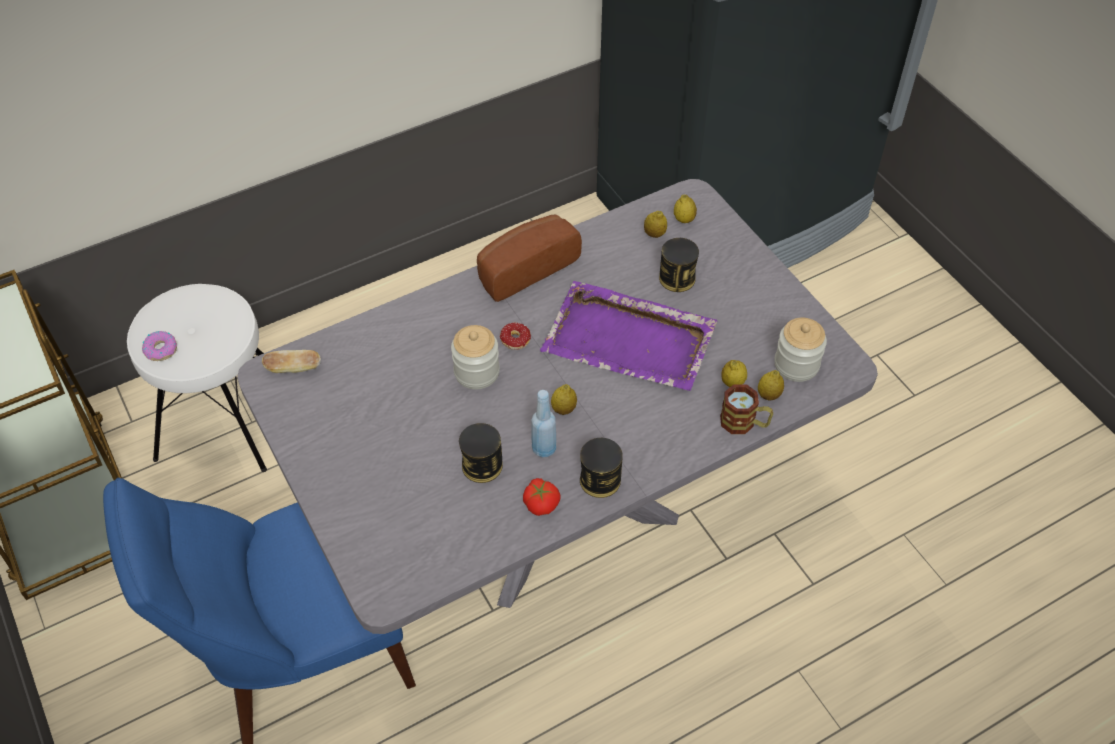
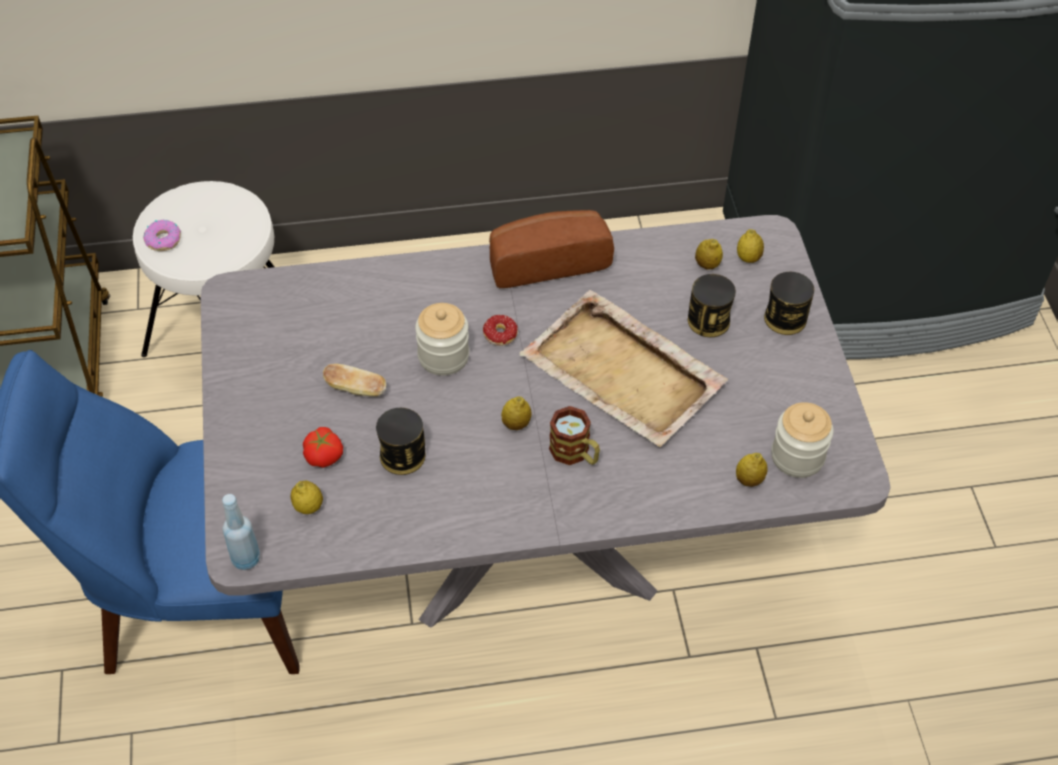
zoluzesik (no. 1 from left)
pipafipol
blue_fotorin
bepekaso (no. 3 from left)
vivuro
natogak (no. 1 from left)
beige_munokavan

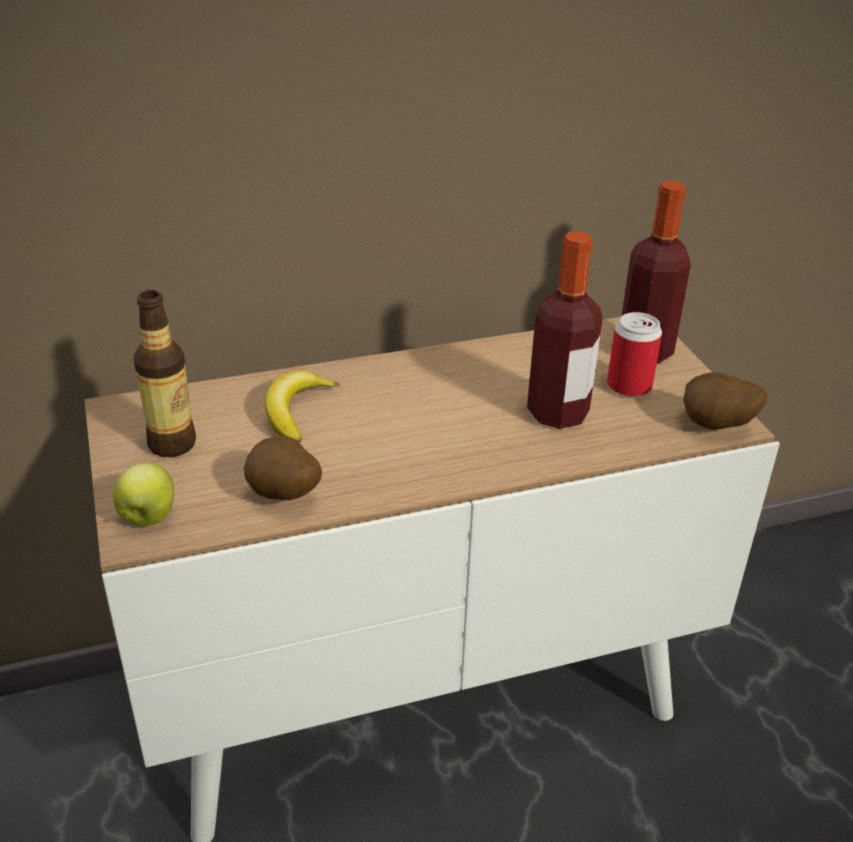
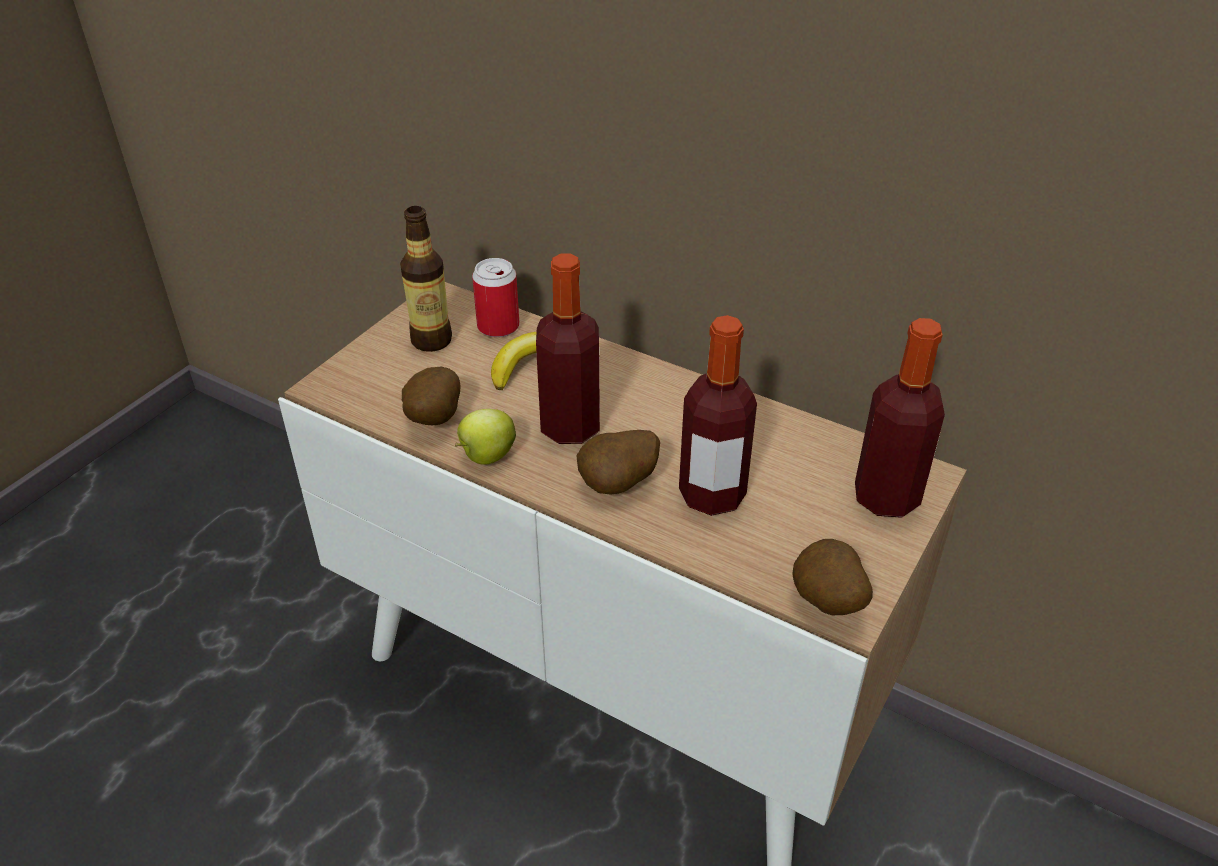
fotorin (no. 2 from left)
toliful (no. 2 from left)
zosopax
bepekaso

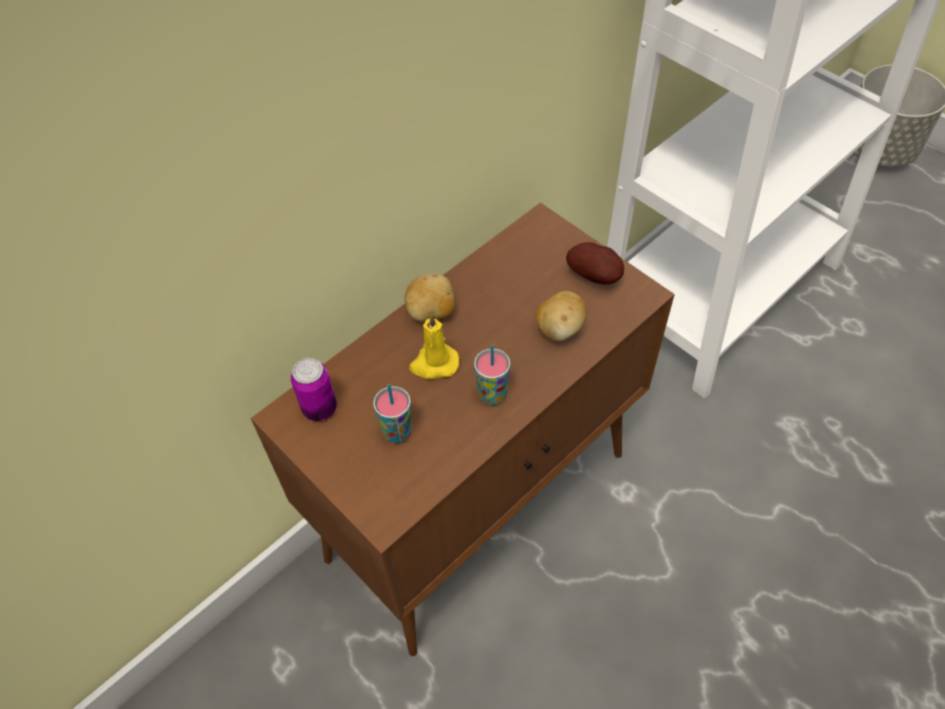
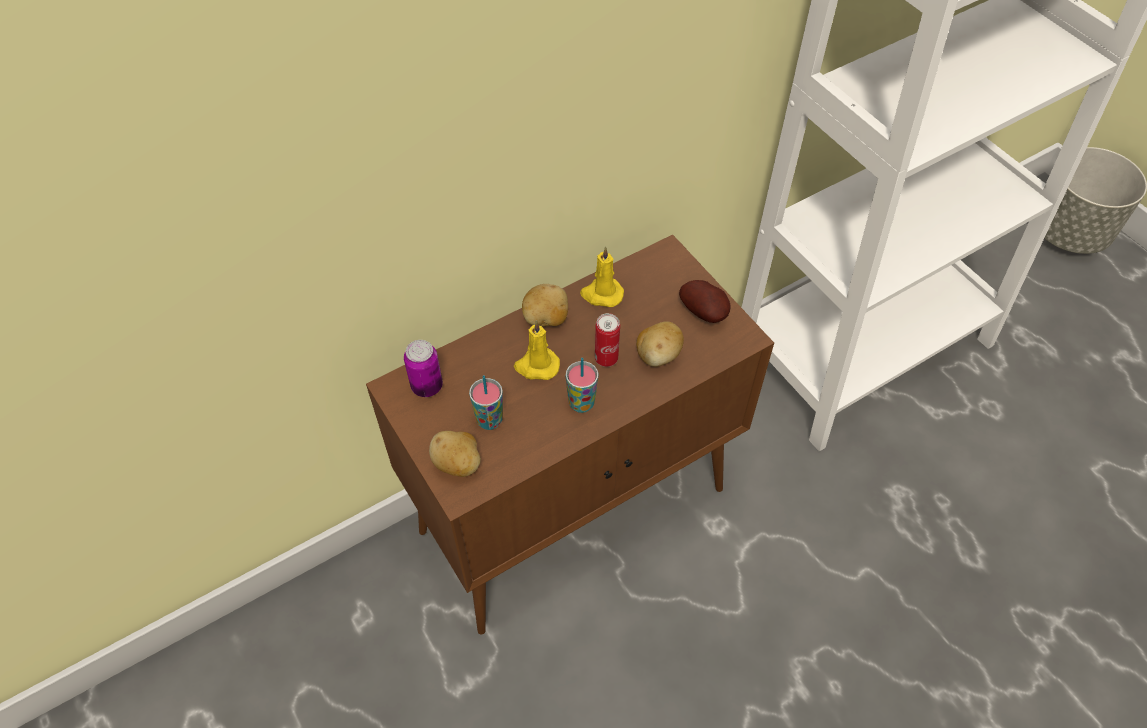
toliful (no. 1 from left)
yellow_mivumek (no. 2 from left)
bepekaso (no. 2 from left)

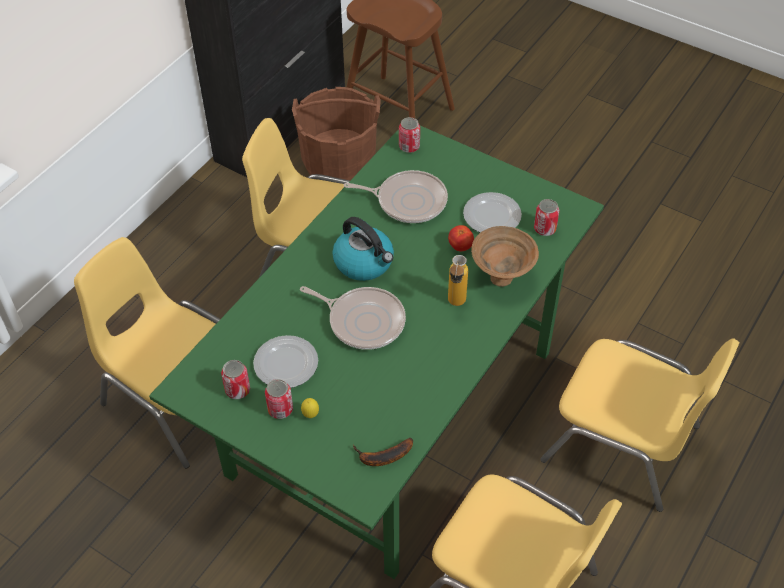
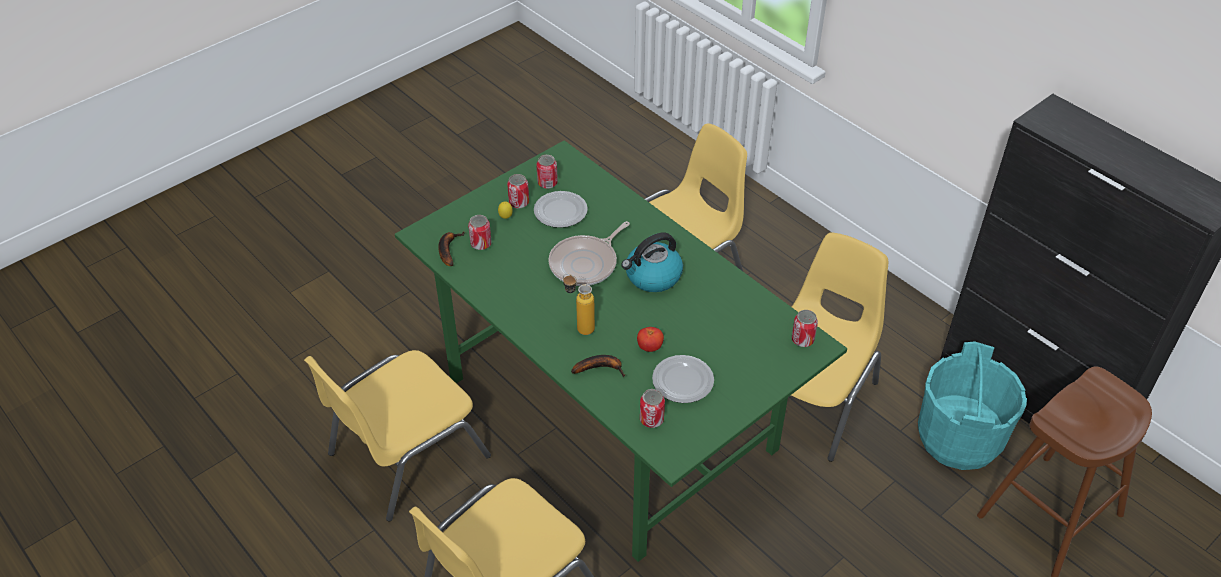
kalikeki (no. 2 from left in the first image)
bepekaso (no. 1 from left)
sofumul (no. 2 from left)
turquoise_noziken

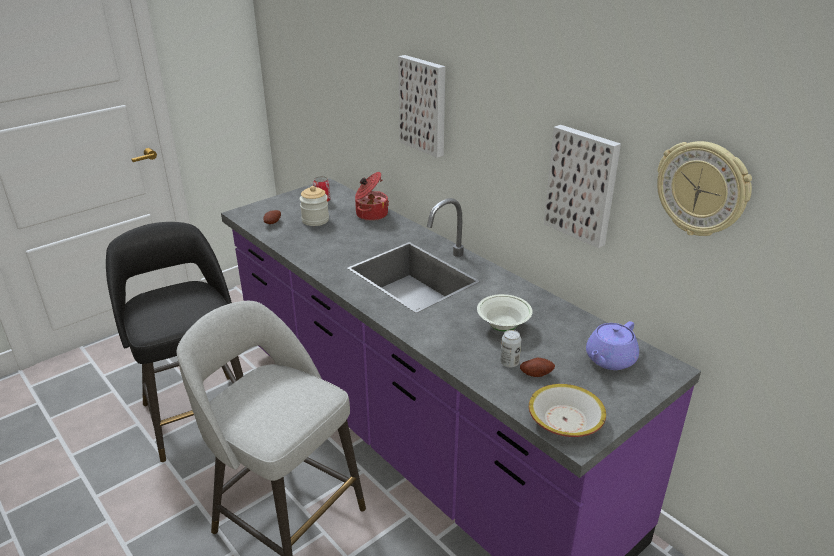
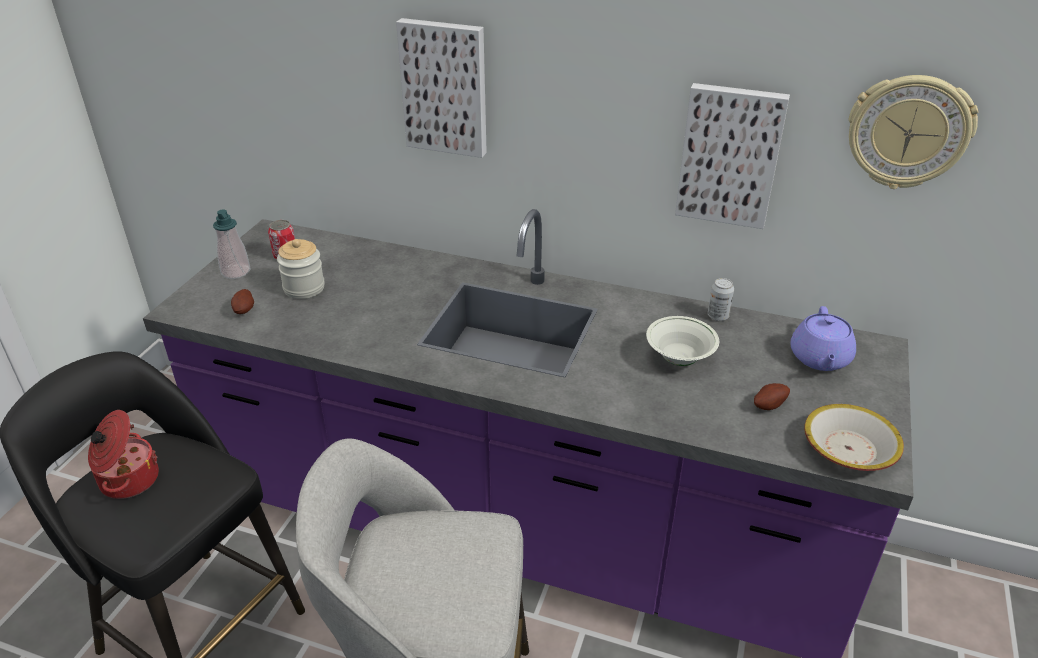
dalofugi
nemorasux
bepekaso (no. 2 from left)

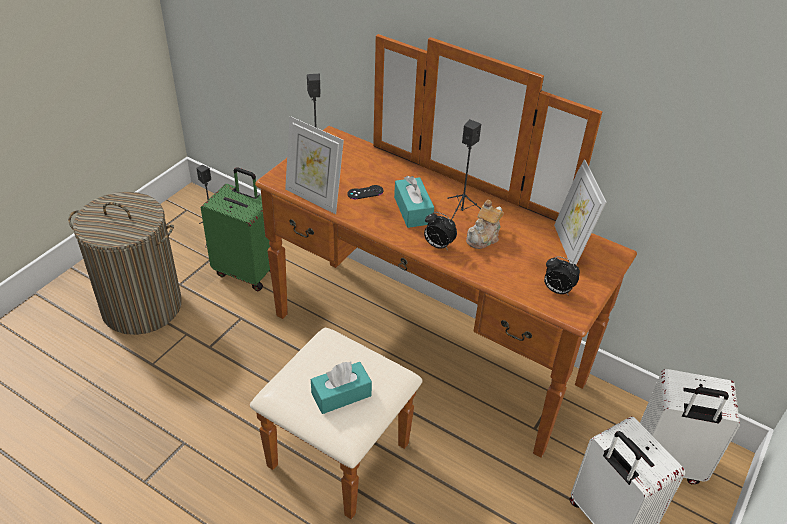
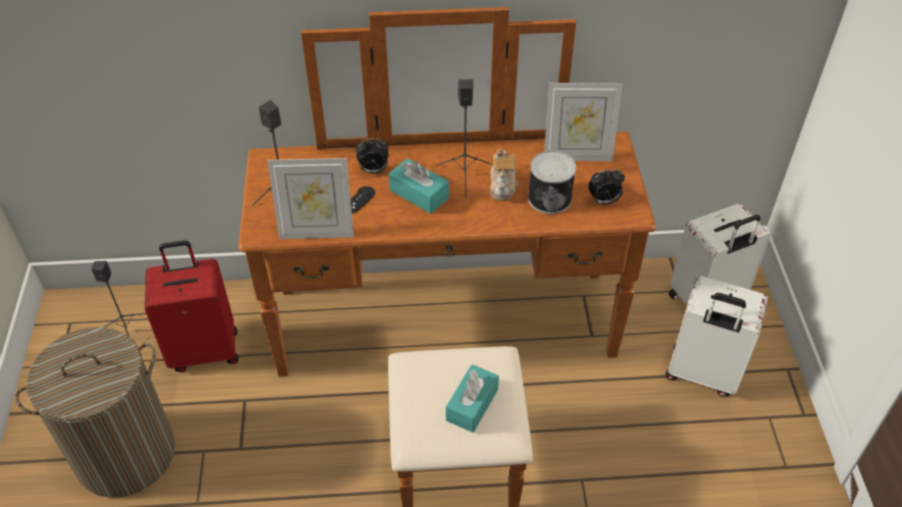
bepekaso
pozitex (no. 1 from left)
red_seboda
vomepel (no. 2 from left)

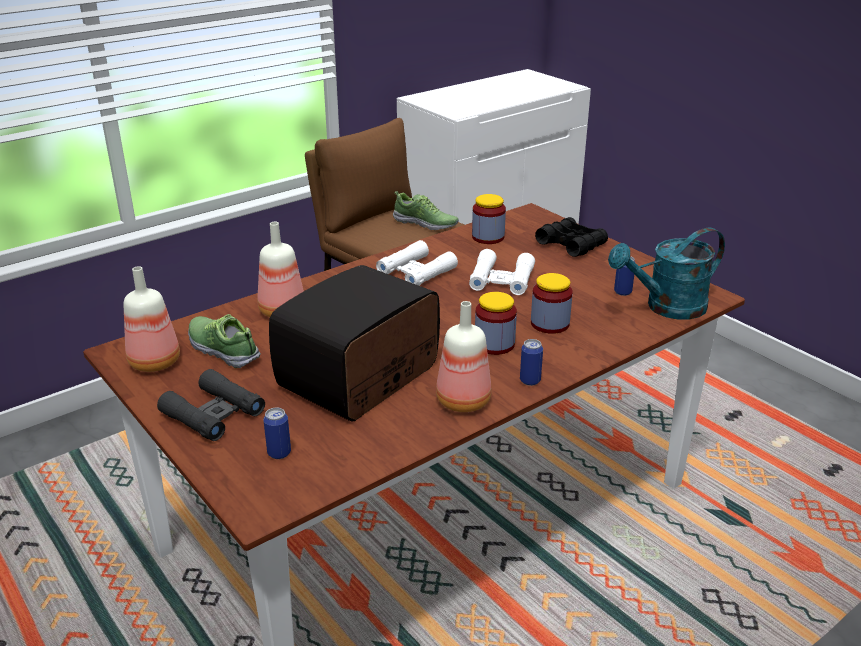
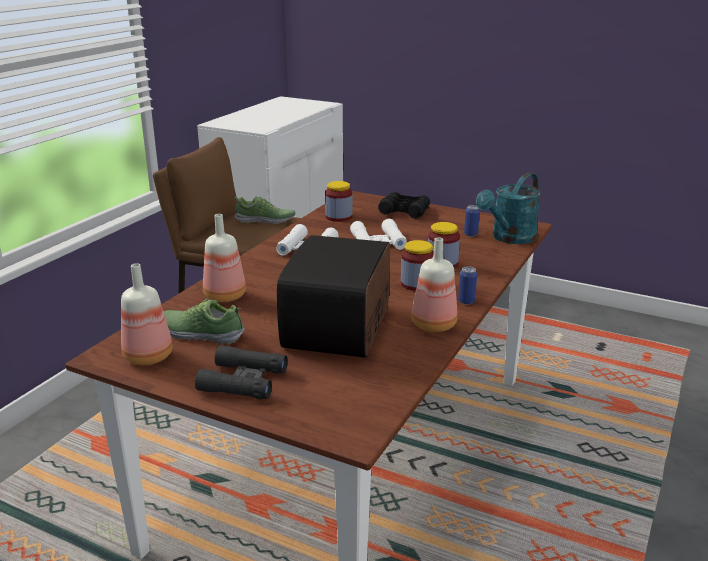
bepekaso (no. 1 from left in the first image)

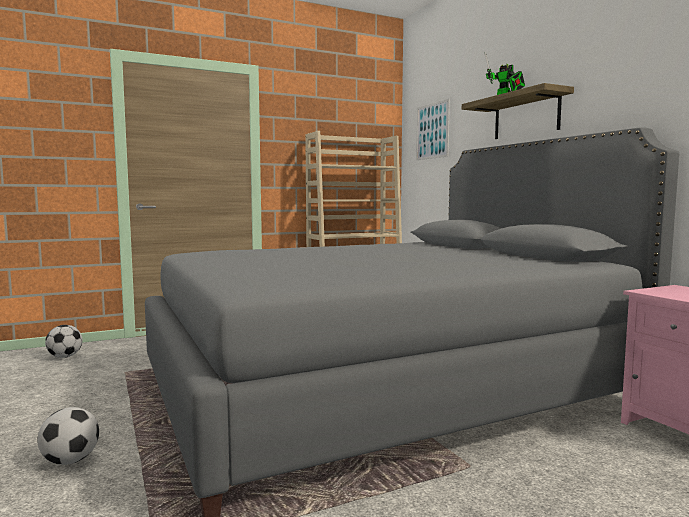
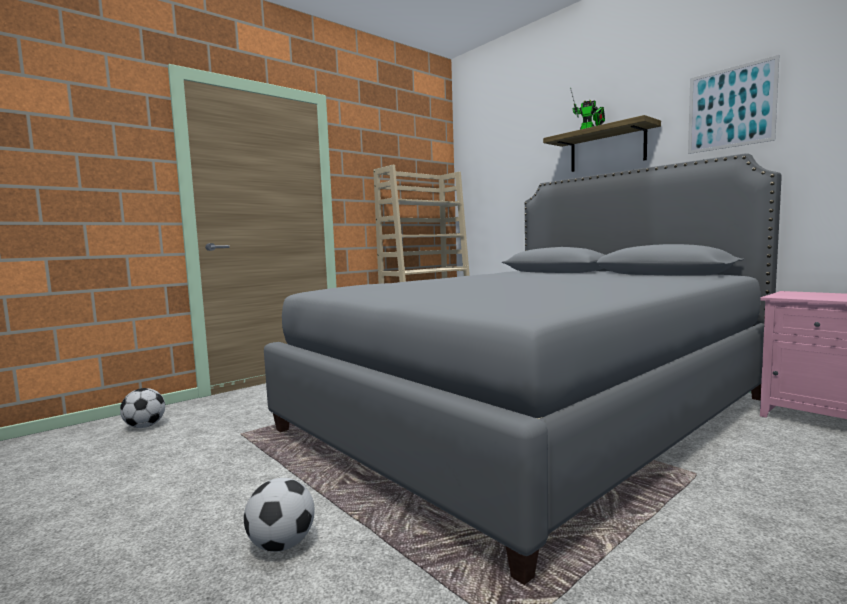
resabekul

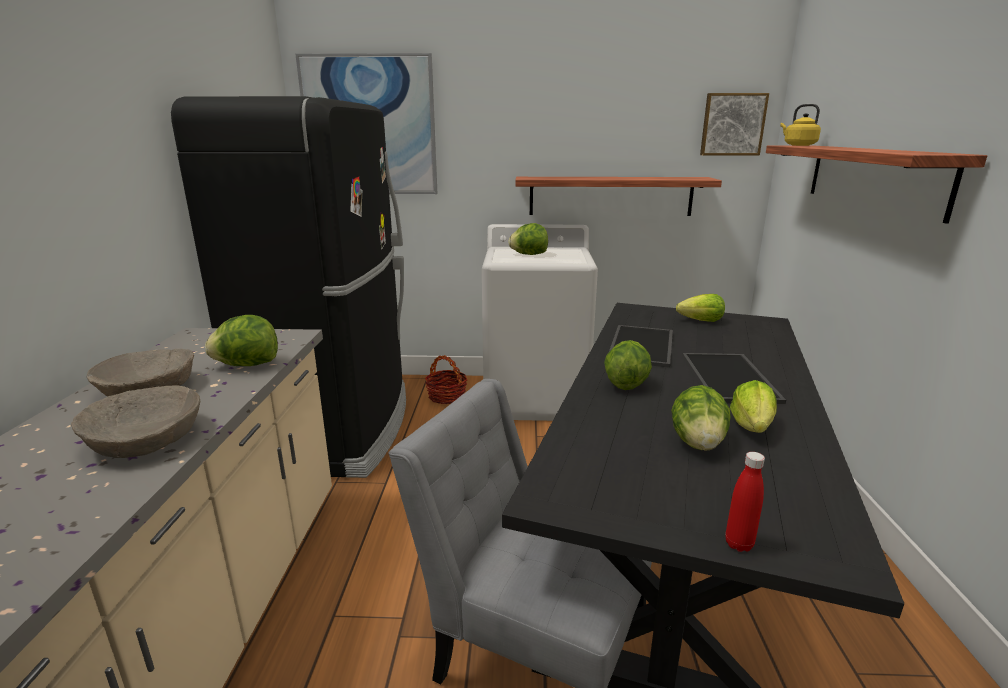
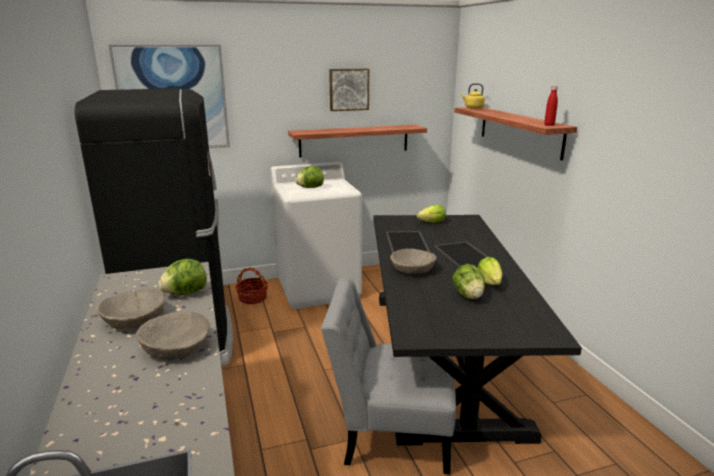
resabekul (no. 2 from left)
red_fotorin
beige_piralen (no. 3 from left)

